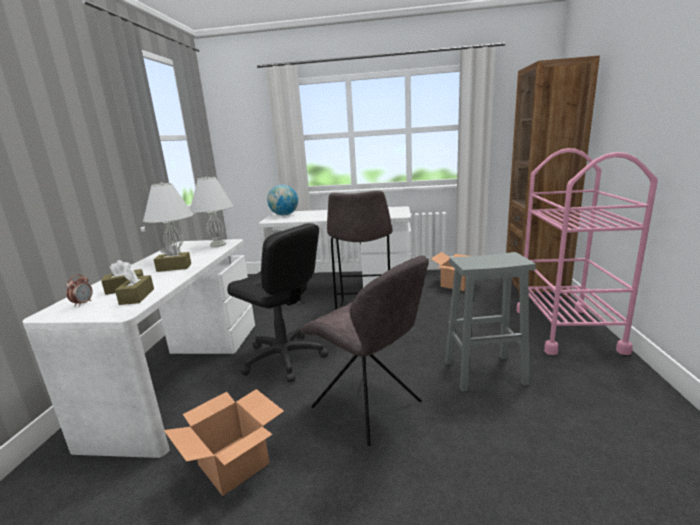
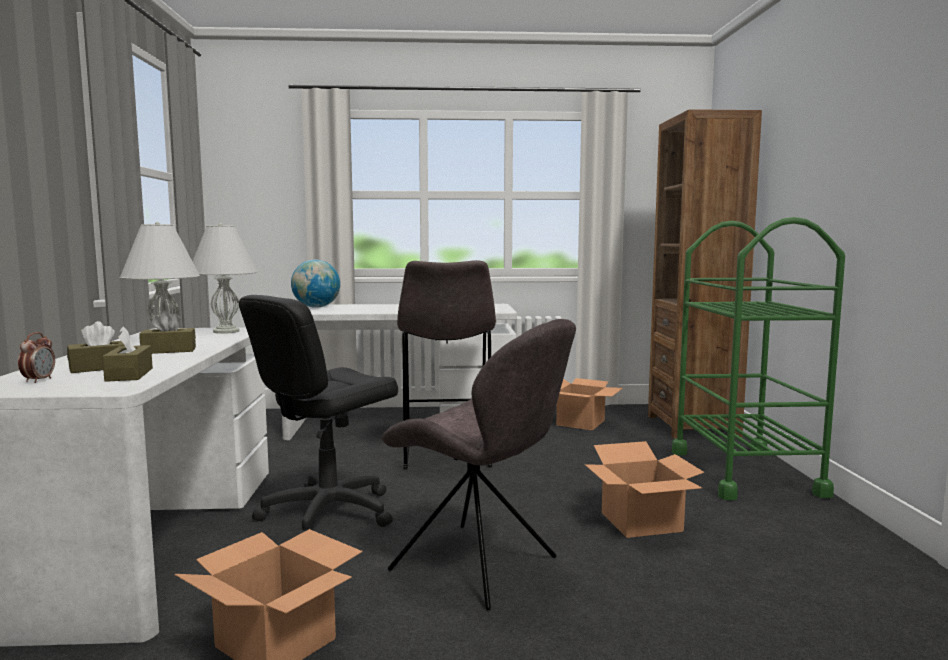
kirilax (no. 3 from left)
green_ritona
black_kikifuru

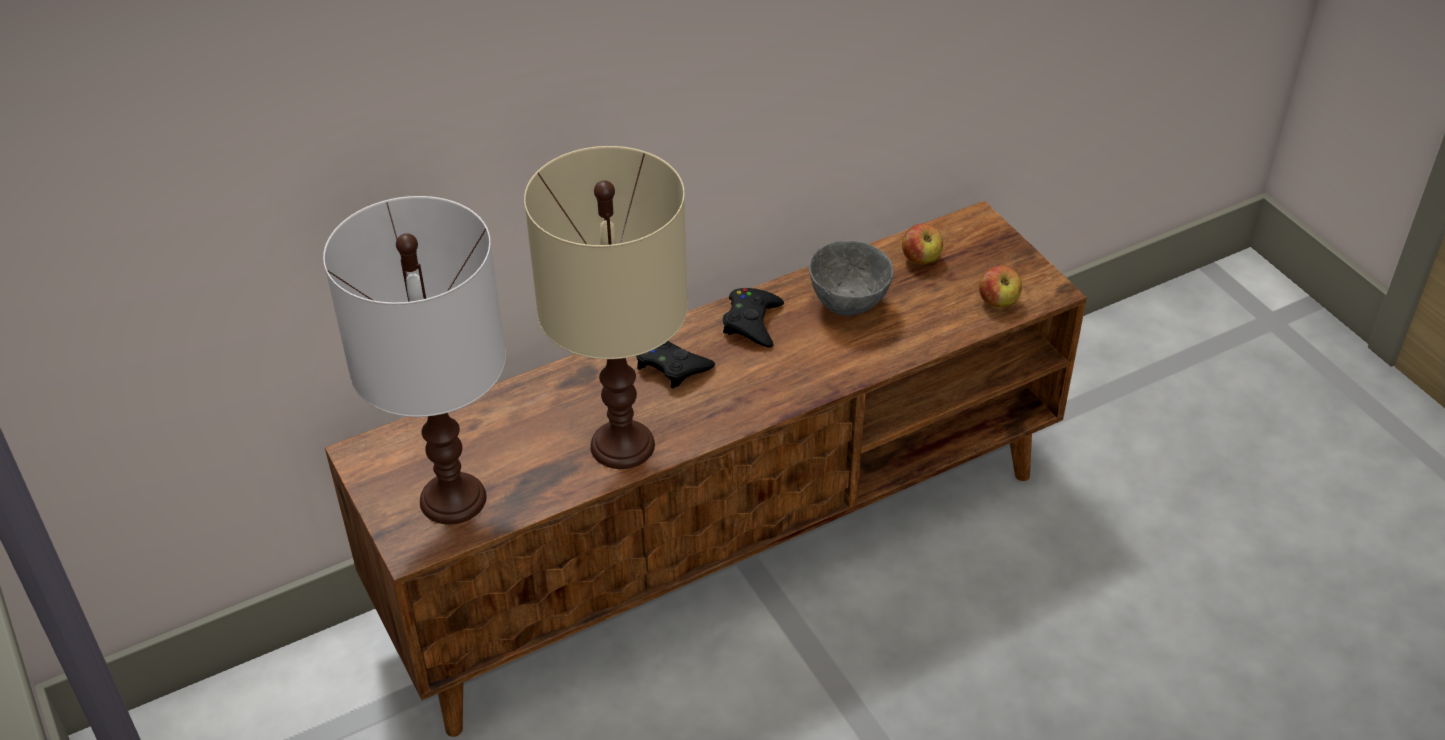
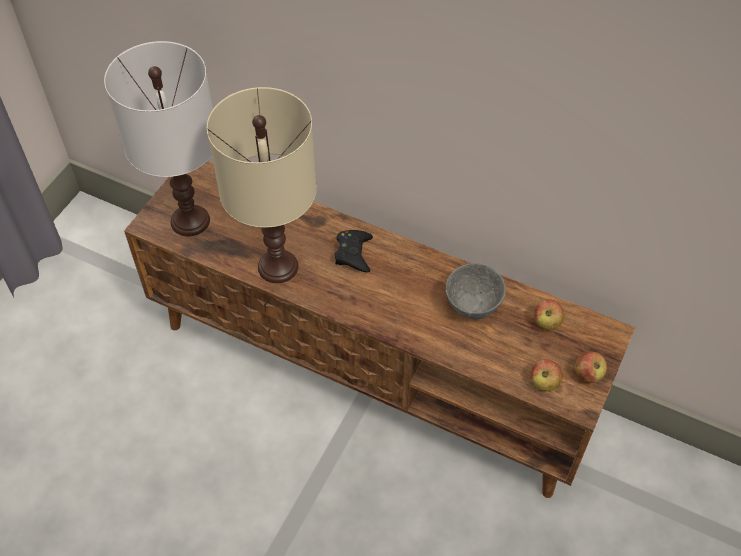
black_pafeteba (no. 2 from left in the first image)
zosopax (no. 3 from left)

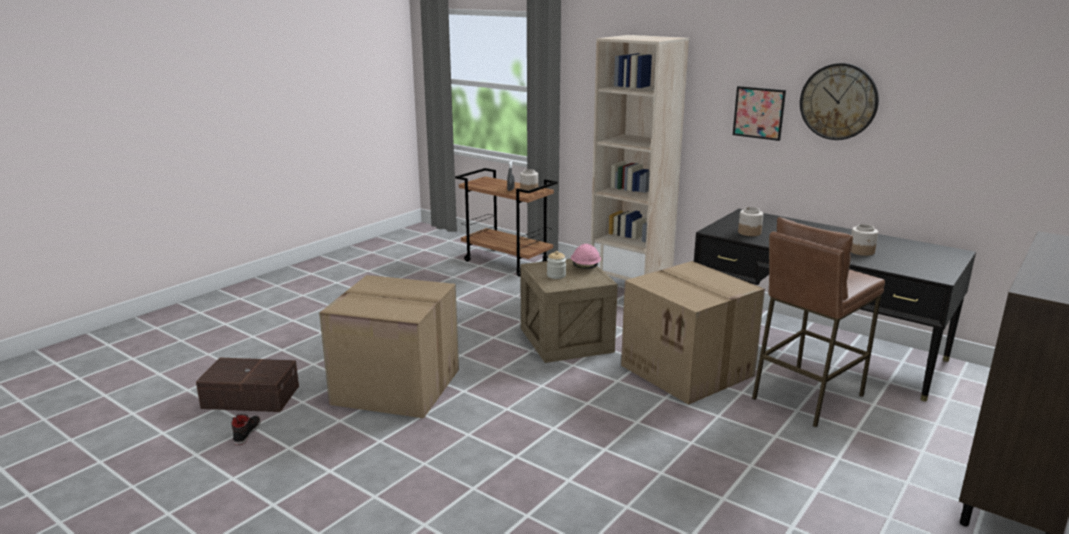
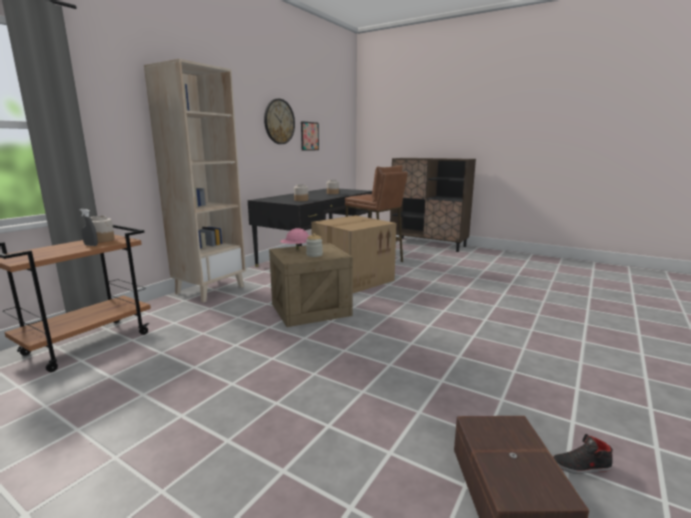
kirilax (no. 1 from left in the first image)
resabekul

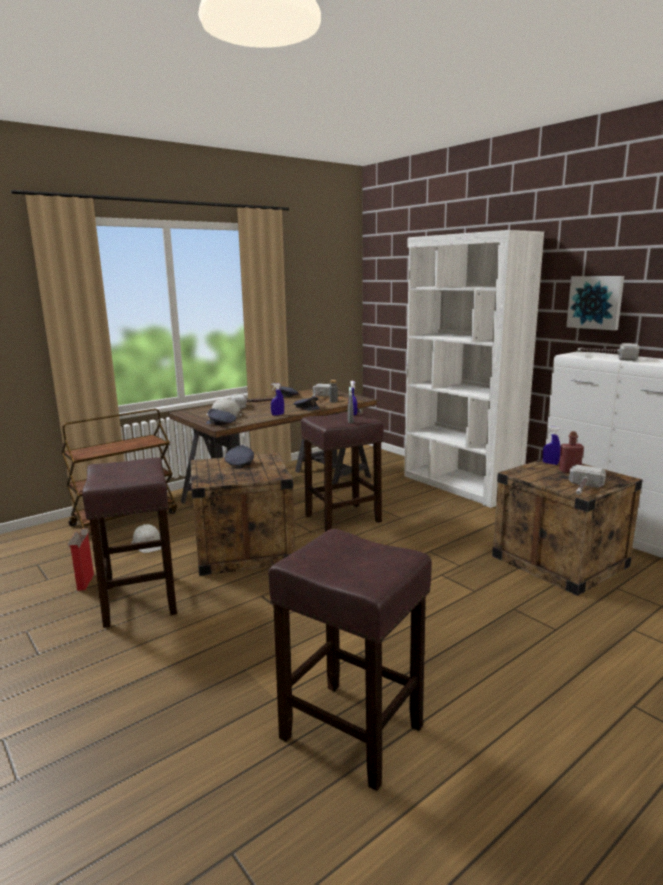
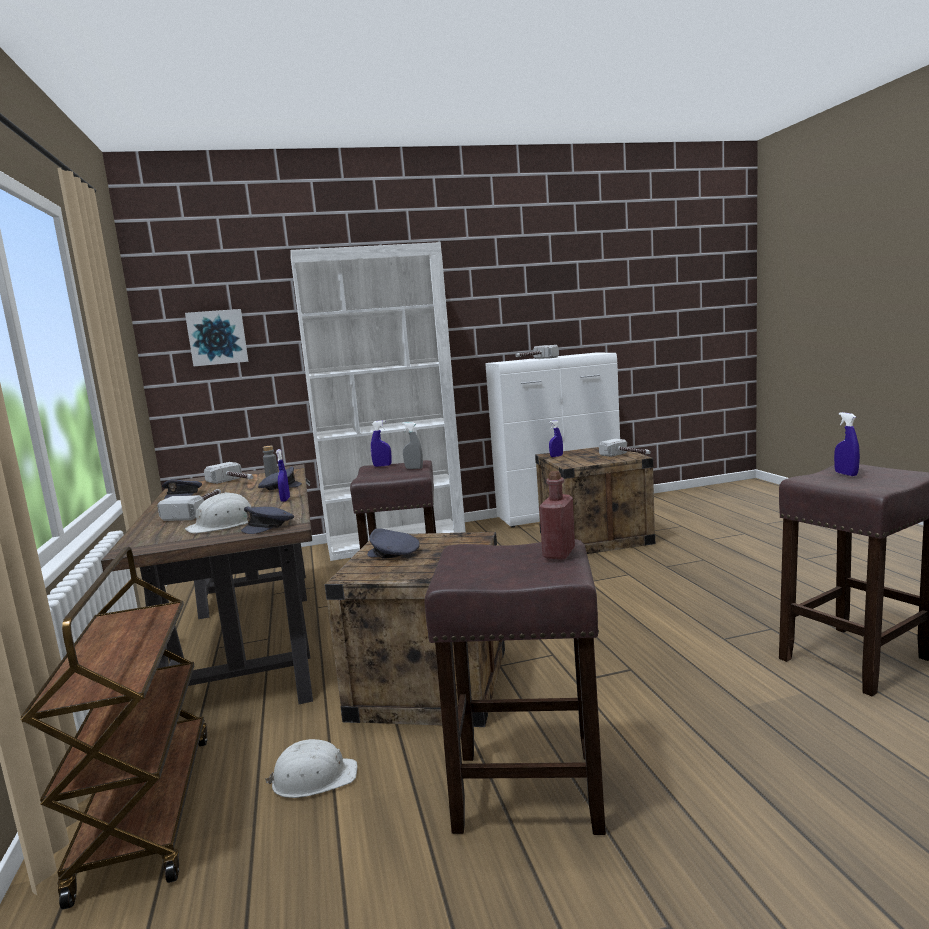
kirilax
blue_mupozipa (no. 4 from left)
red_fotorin
resabekul

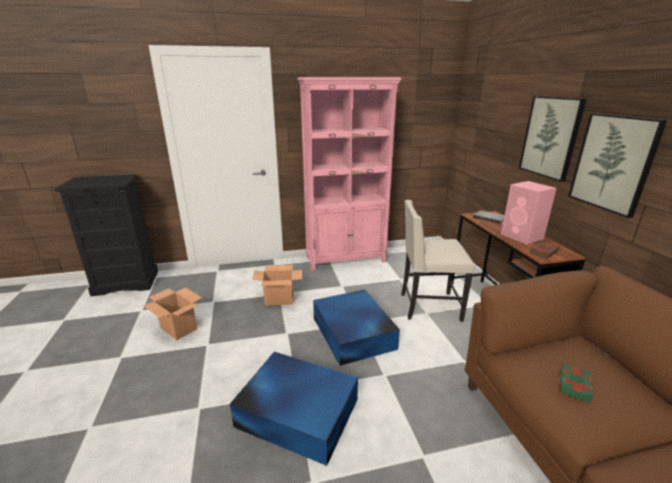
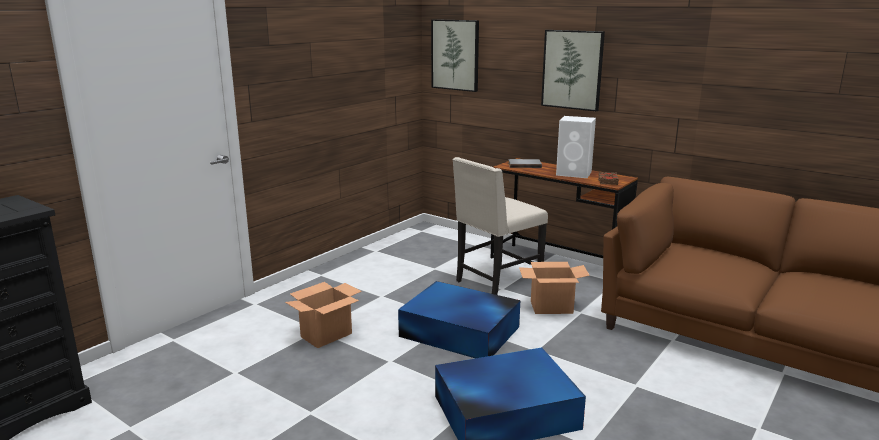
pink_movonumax
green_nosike
kirilax (no. 2 from left)
resabekul (no. 1 from left)
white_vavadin

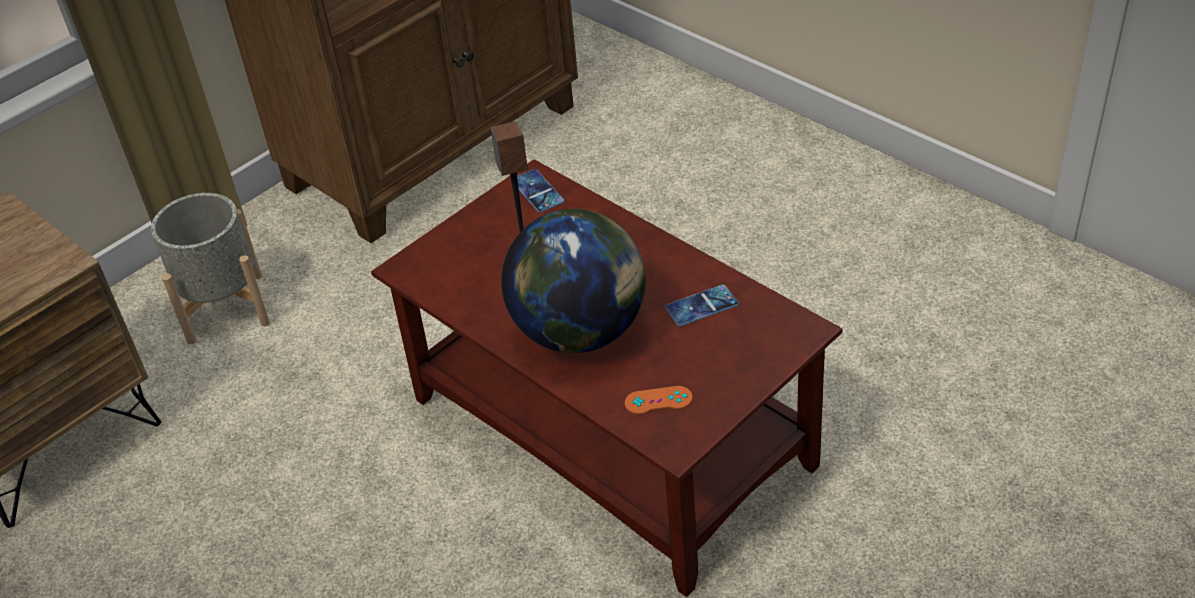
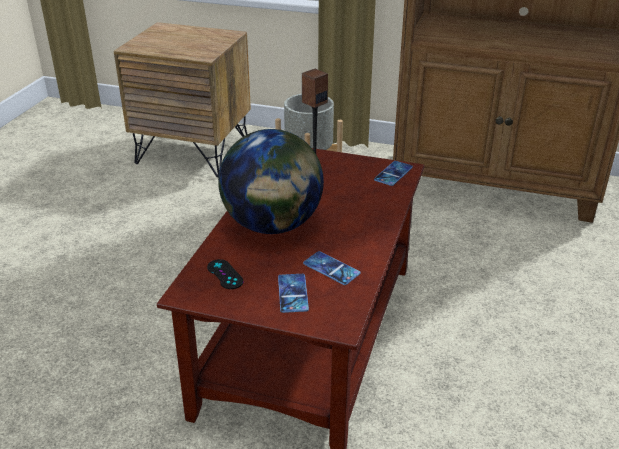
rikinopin (no. 1 from left)
black_pafeteba

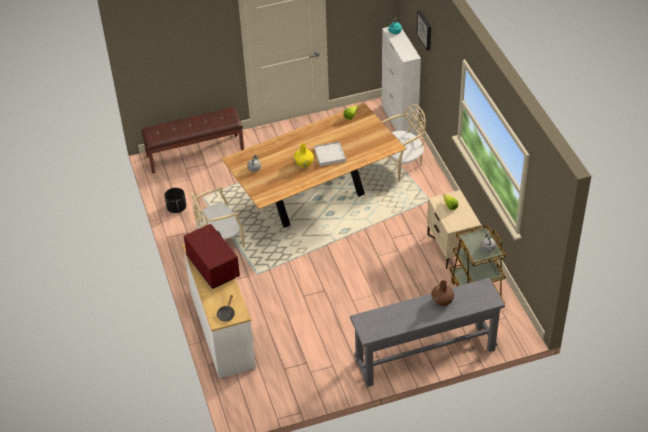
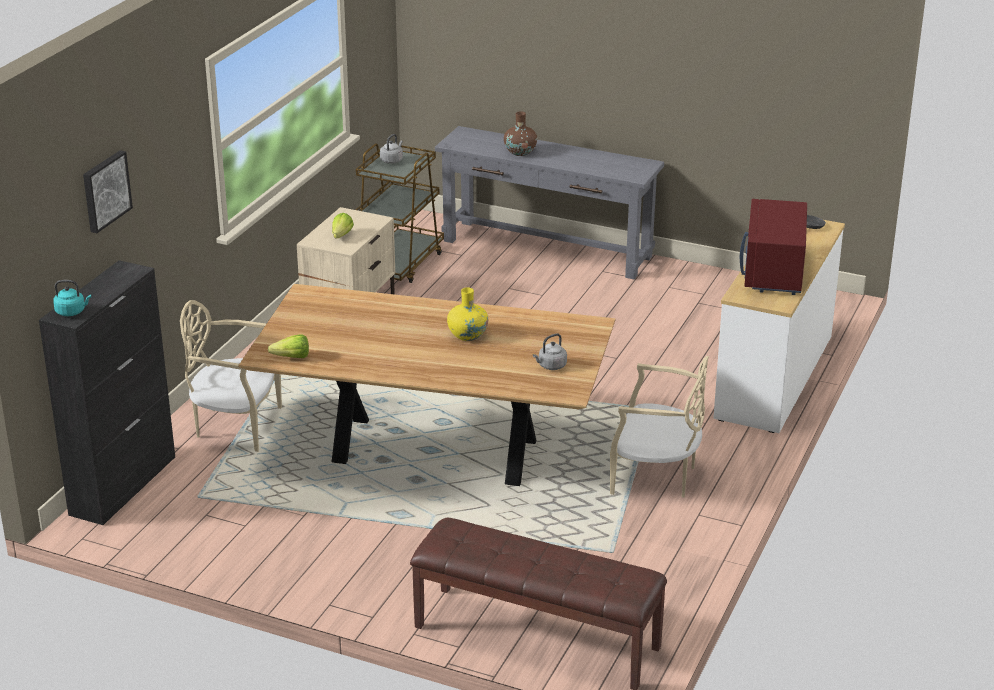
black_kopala
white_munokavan
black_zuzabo

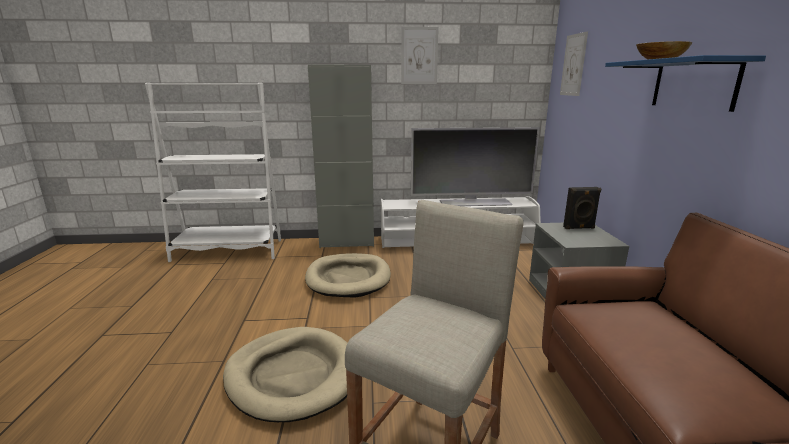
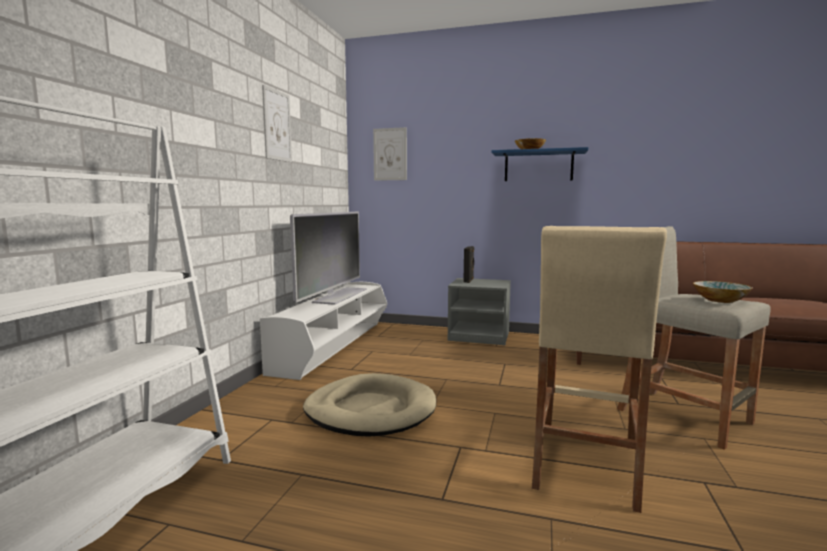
grey_zuzabo
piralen (no. 2 from left)
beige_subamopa (no. 1 from left)

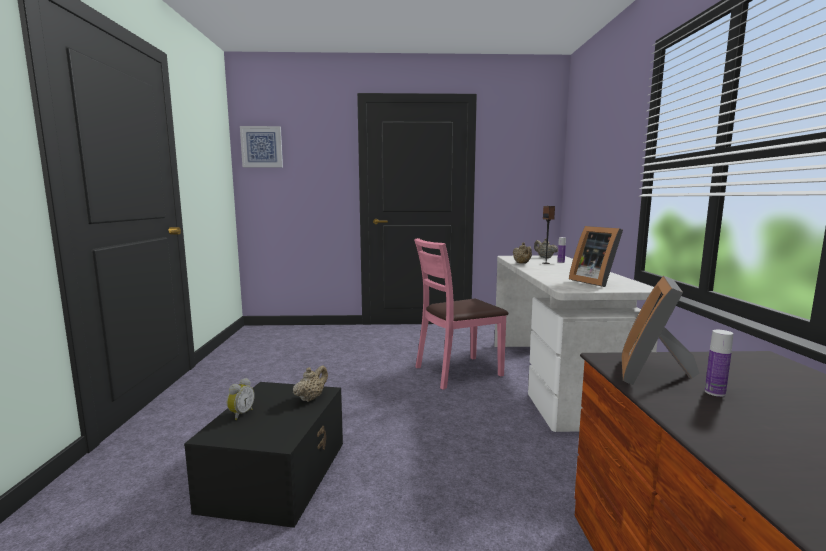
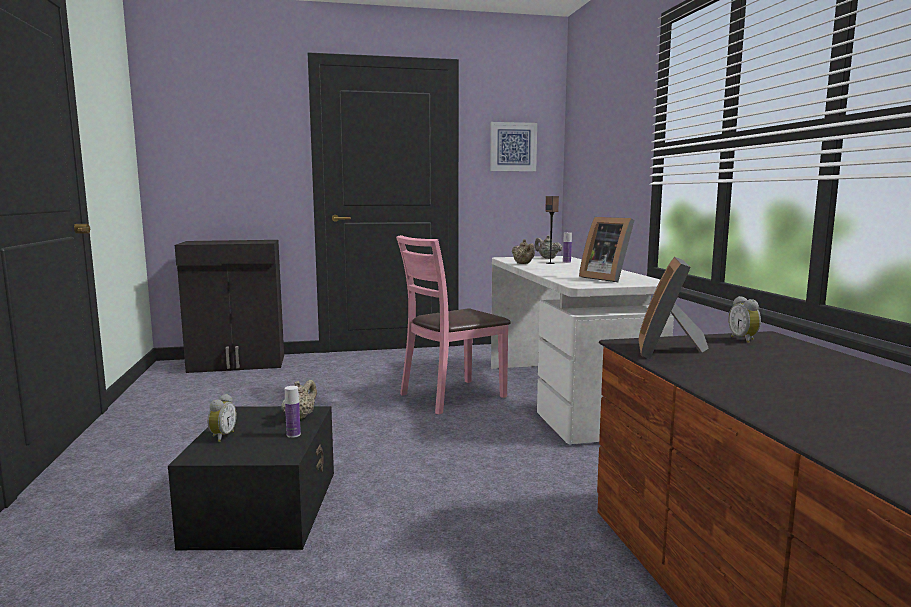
black_zuzabo
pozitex (no. 2 from left)
resabekul
fotorin (no. 1 from left)

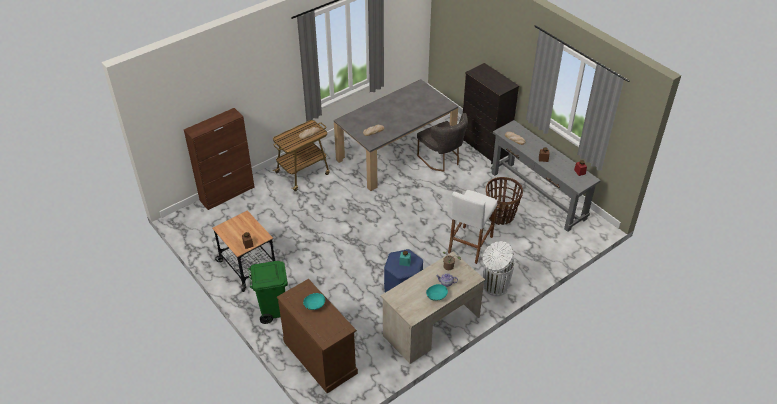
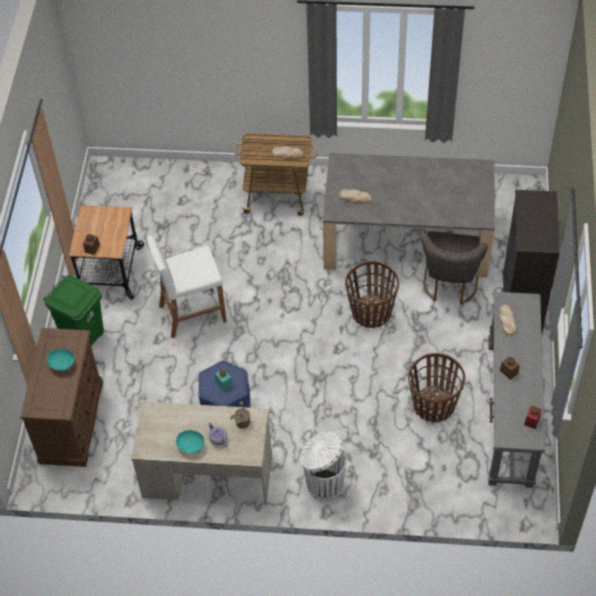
brown_zuzabo
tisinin (no. 1 from left)
white_subamopa

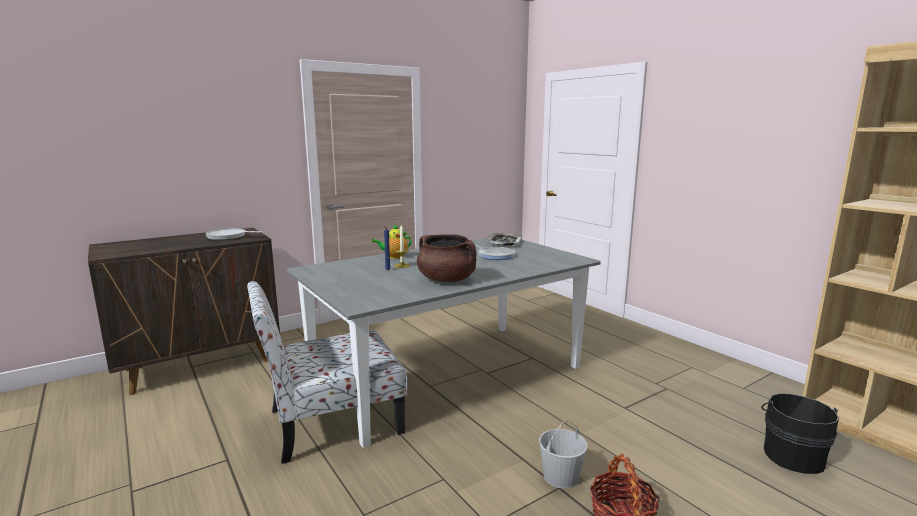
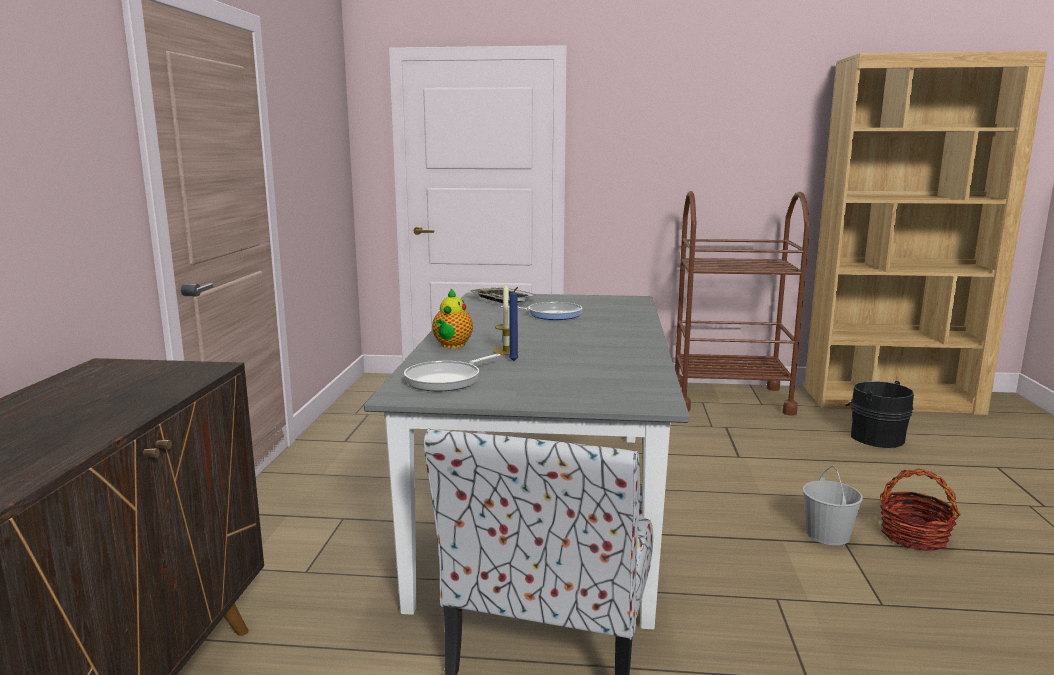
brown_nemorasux
brown_ritona
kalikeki (no. 1 from left)

